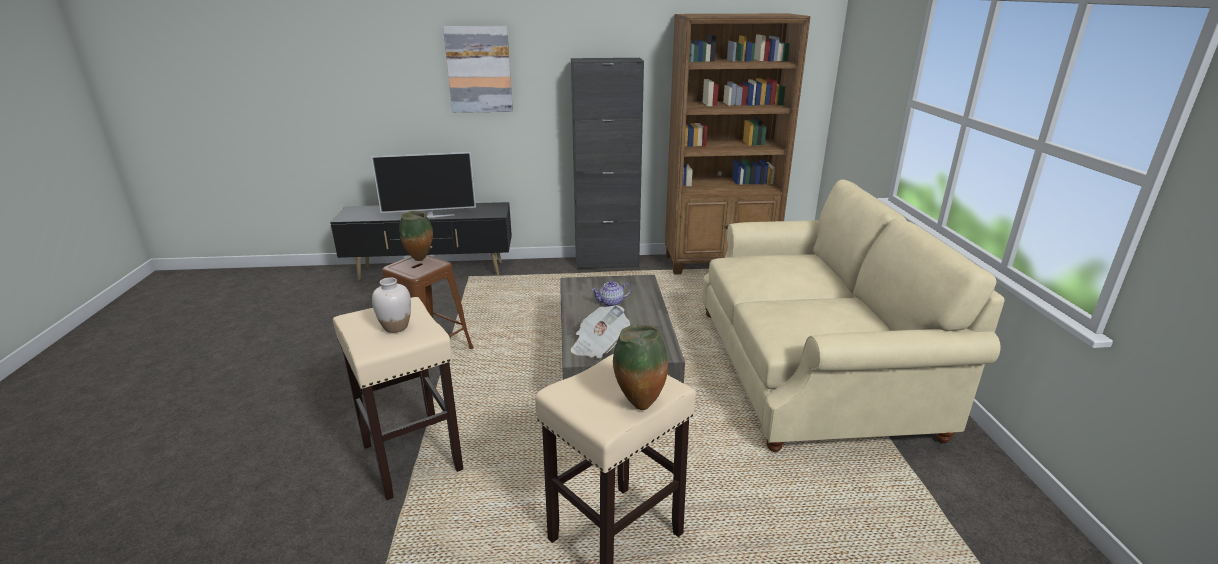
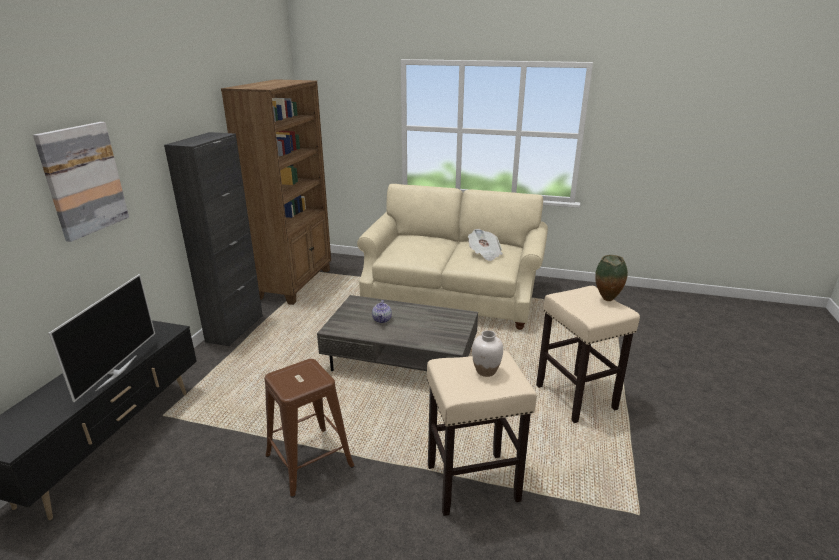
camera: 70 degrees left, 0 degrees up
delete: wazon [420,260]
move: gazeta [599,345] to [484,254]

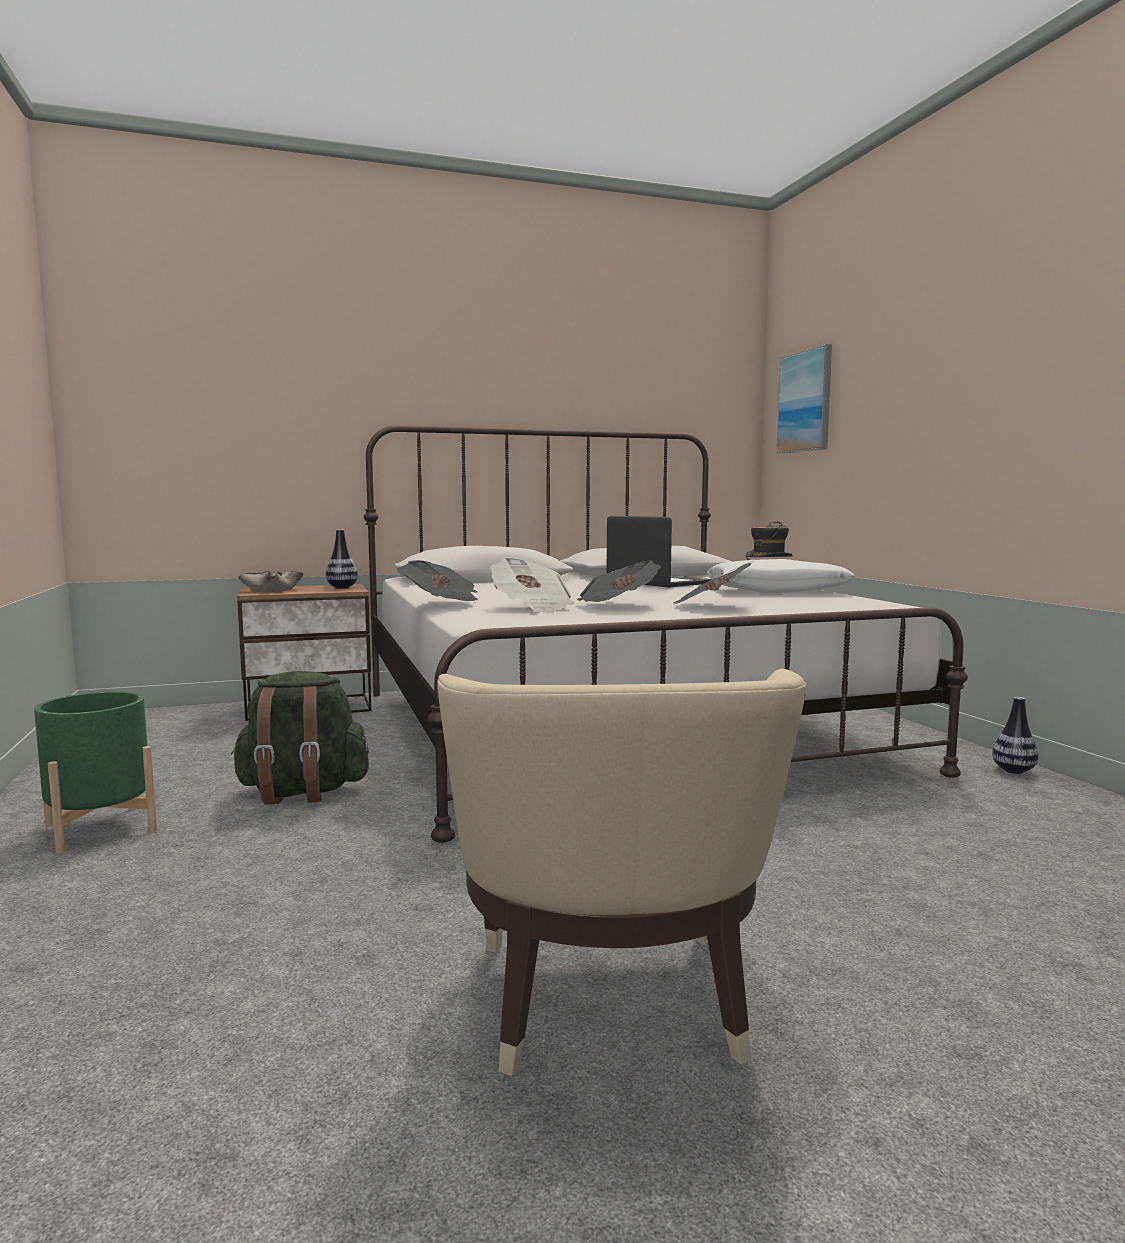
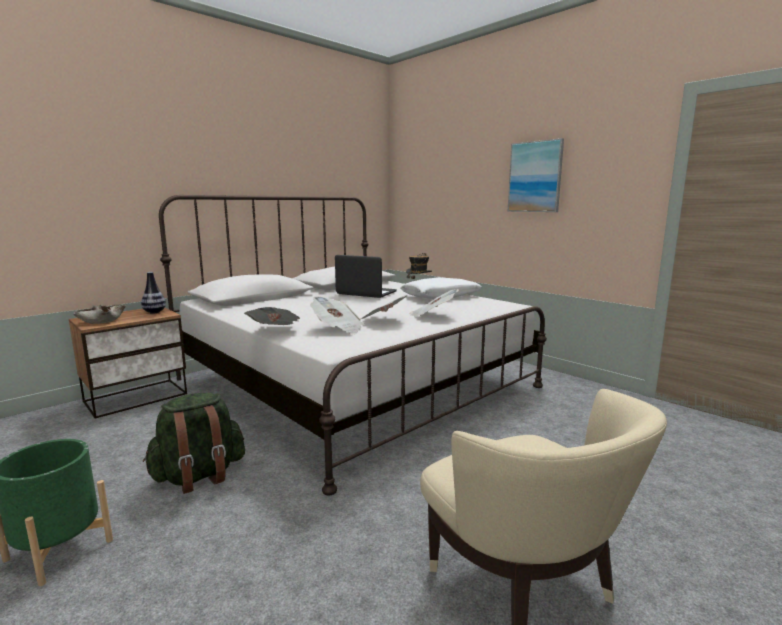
camera: 25 degrees left, 5 degrees up
delete: wazon [1013,771]
move: obraz [805,402] to [535,177]

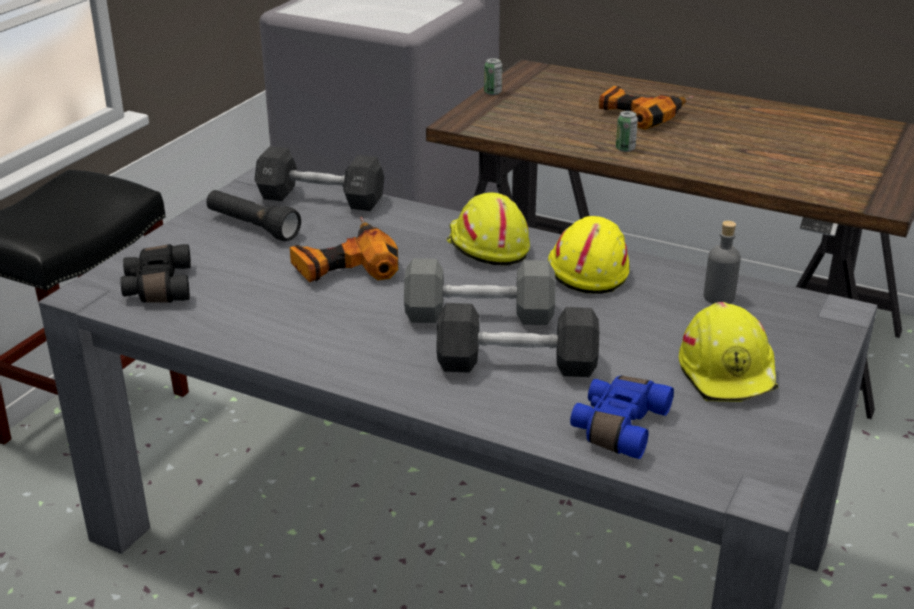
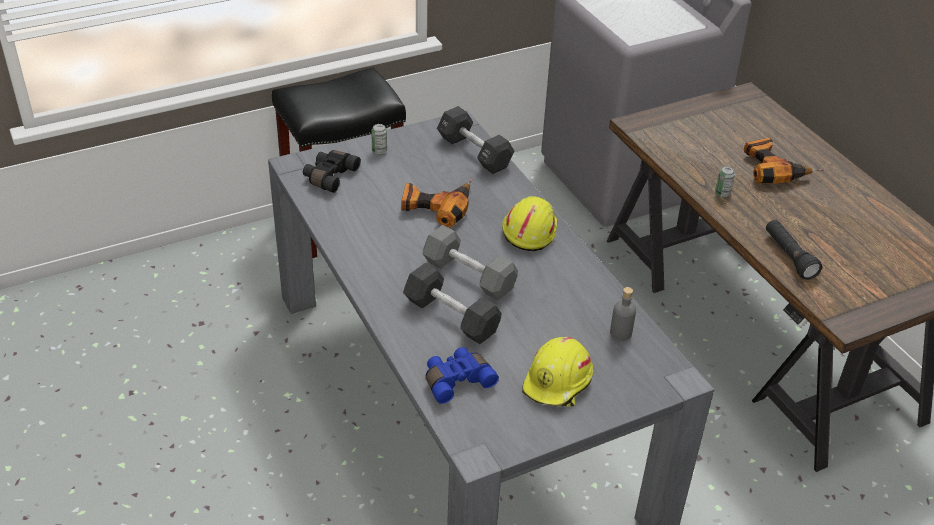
camera: 35 degrees right, 10 degrees up
delete: kask (żółty) [587,270]
move: latarka (czarny) [252,227] to [788,256]; puszka [492,92] to [379,151]

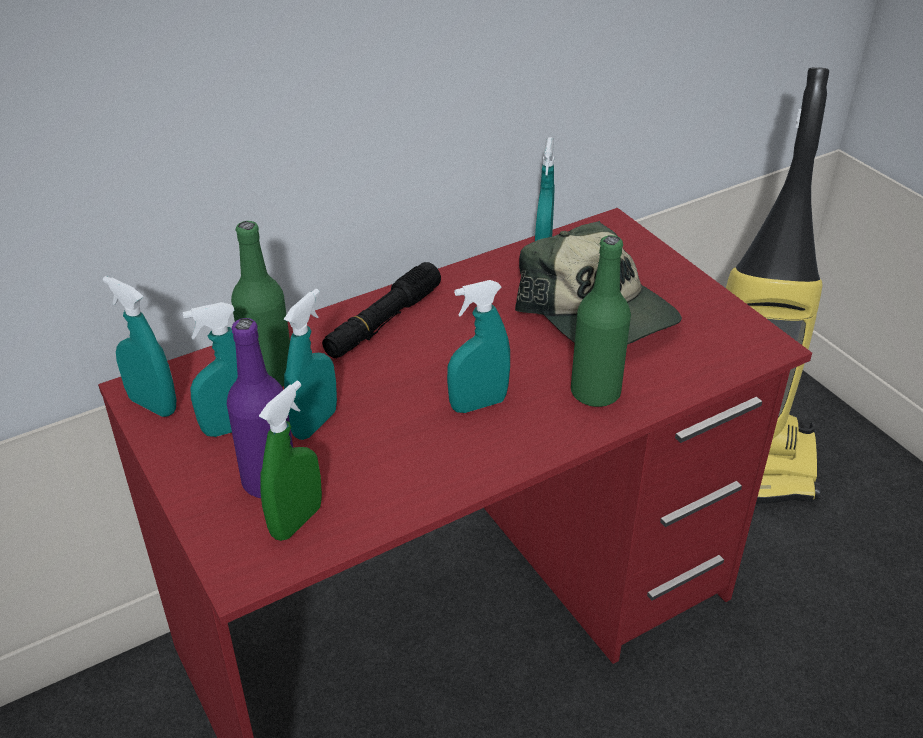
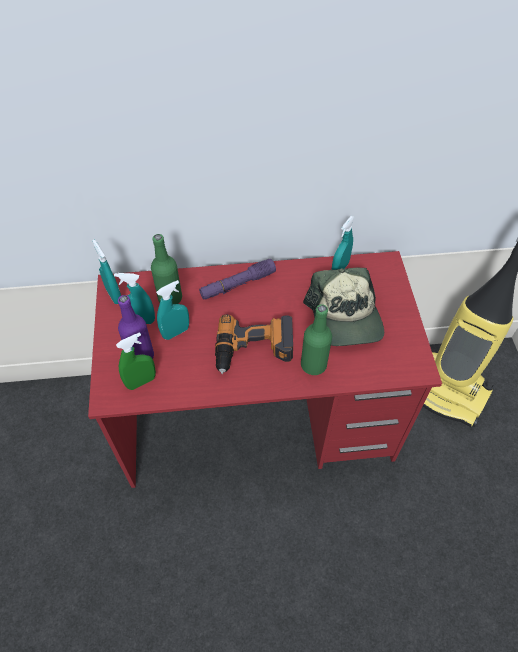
camera: 25 degrees right, 15 degrees up
replace: spryskiwacz (turkusowy) [478,404] to wiertarka [254,350]
recolor: latarka (czarny) [383,322] to latarka (fioletowy) [237,284]

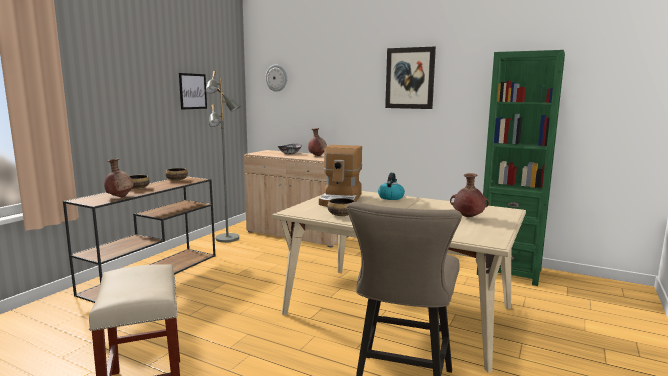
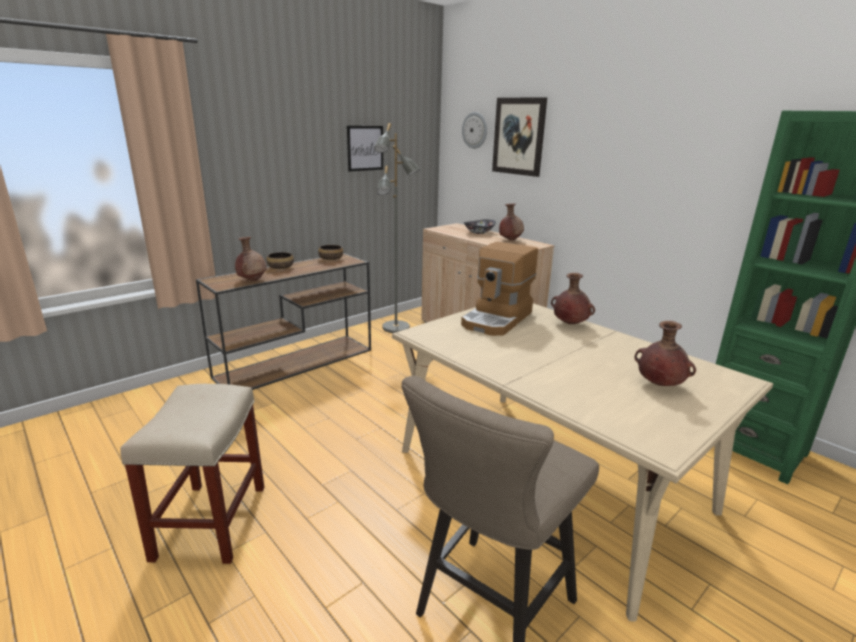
camera: 20 degrees right, 10 degrees up
delete: miska [341,215]
move: obraz [410,78] to [519,136]
replace: czajnik [390,197] to wazon (brązowy) [569,324]

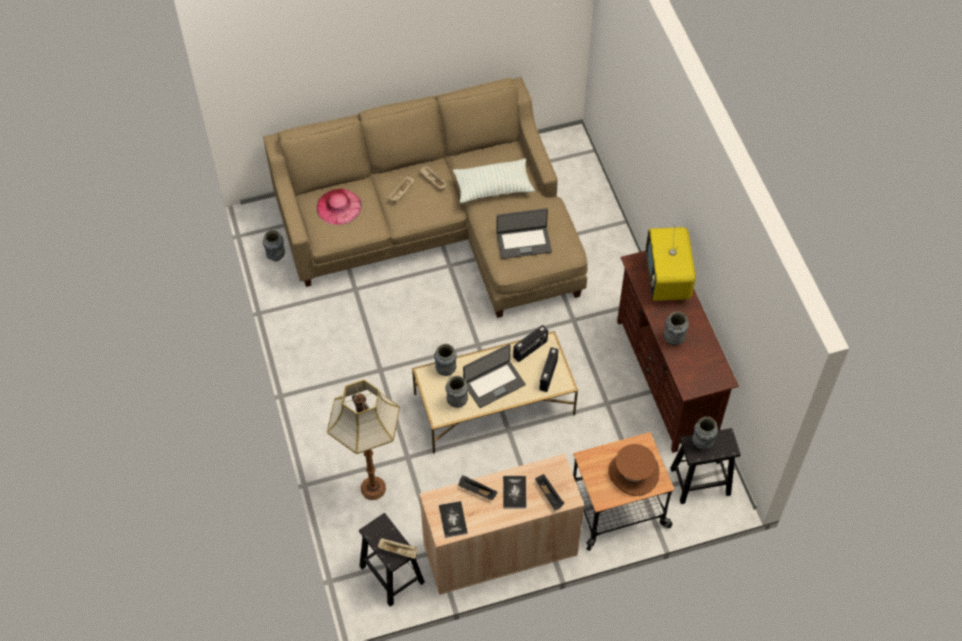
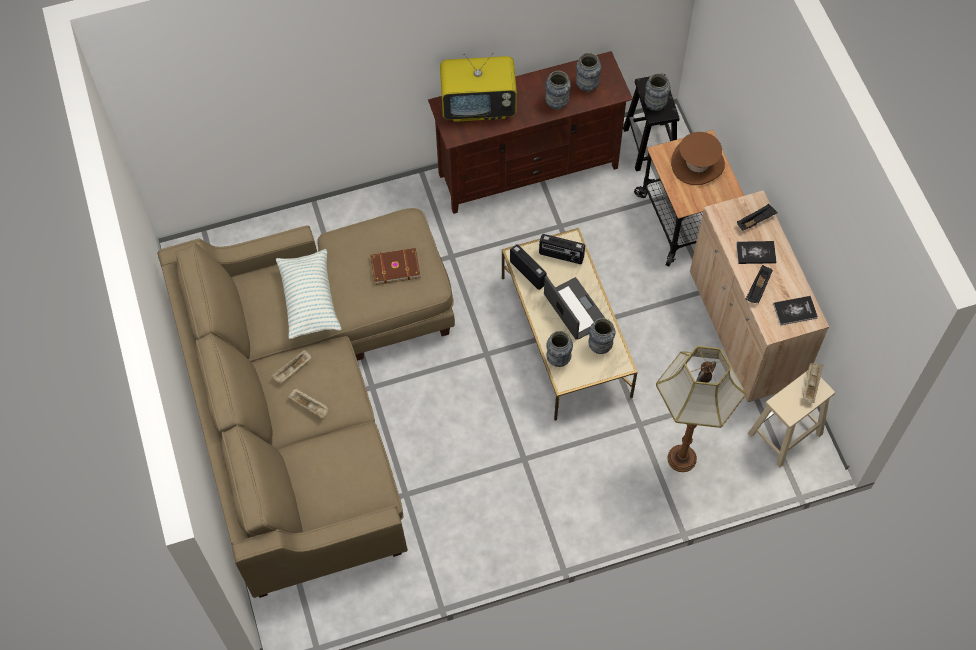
camera: 90 degrees left, 5 degrees up
delete: kapelusz (różowy) [339,206]
move: wazon [276,256] to [587,86]
replace: laptop [523,242] to książka (brązowy) [394,266]
recolor: stołek (czarny) [391,574] to stołek (beżowy) [784,435]

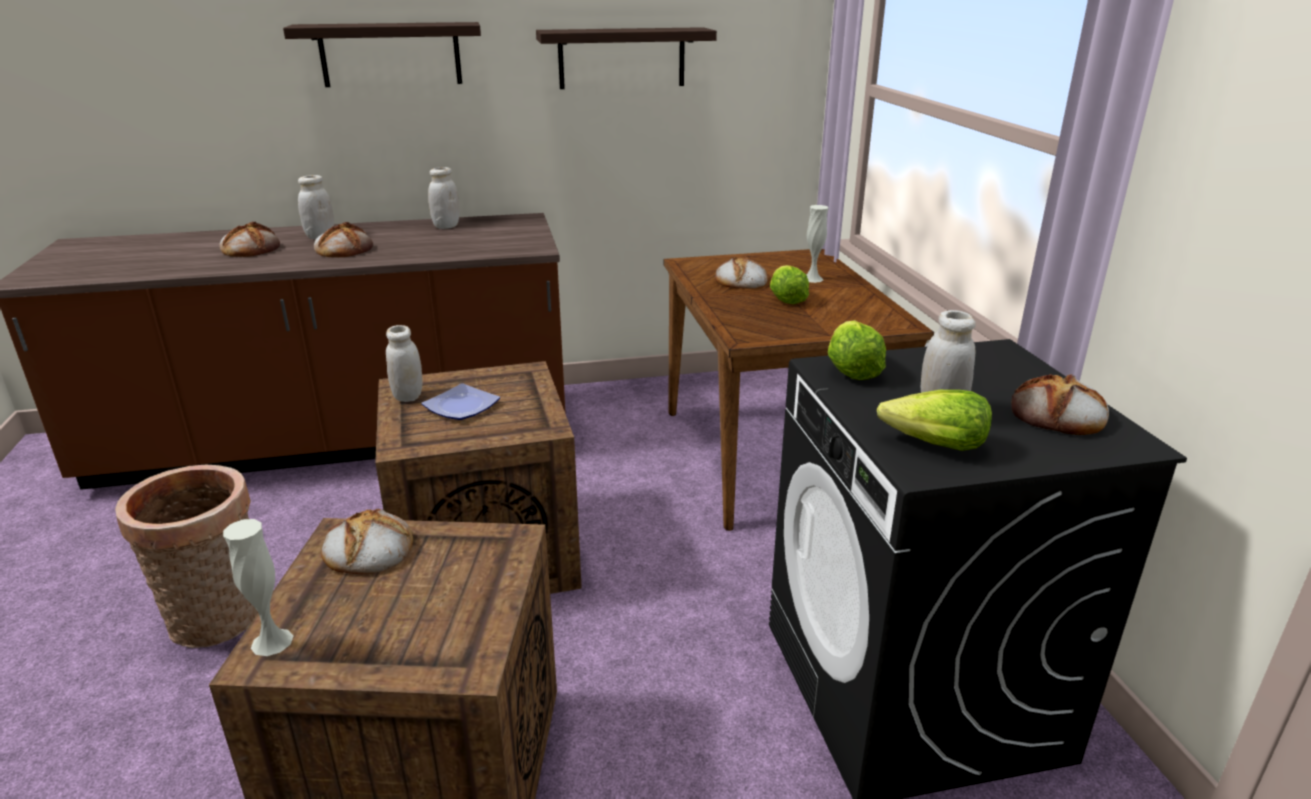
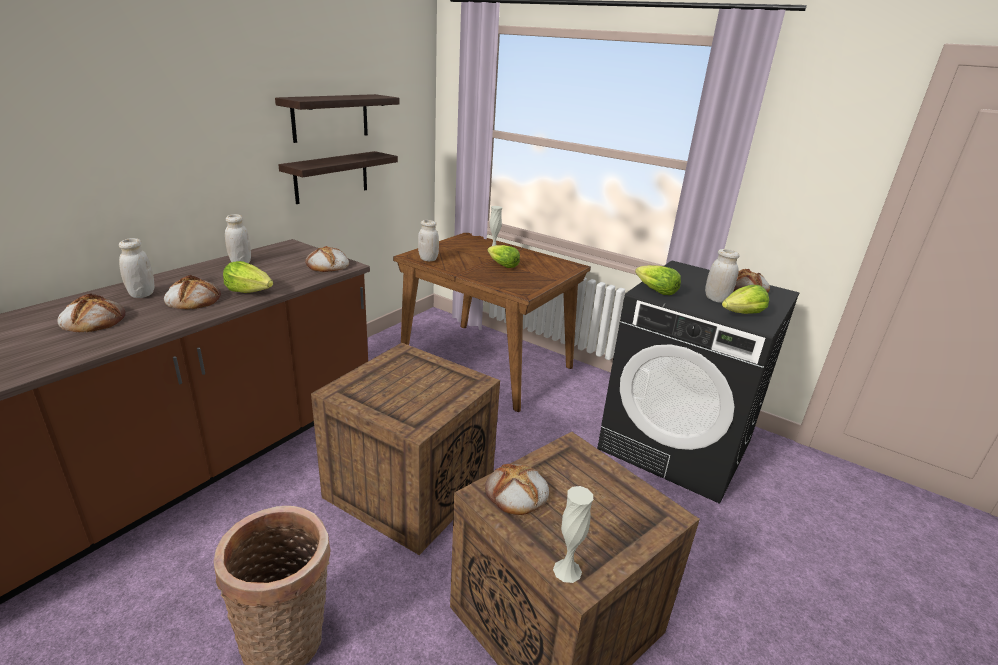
camera: 45 degrees left, 0 degrees up
delete: talerz [463,406]
insert: sałata [250,291]
move: półka [390,54] to [331,177]; słoik (biały) [408,396] to [428,259]; chleb [740,281] to [327,265]

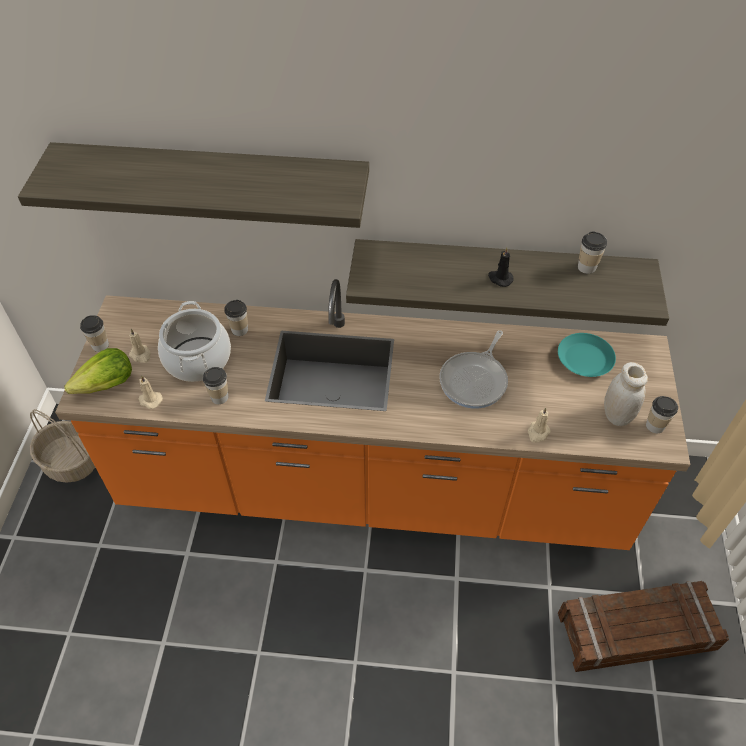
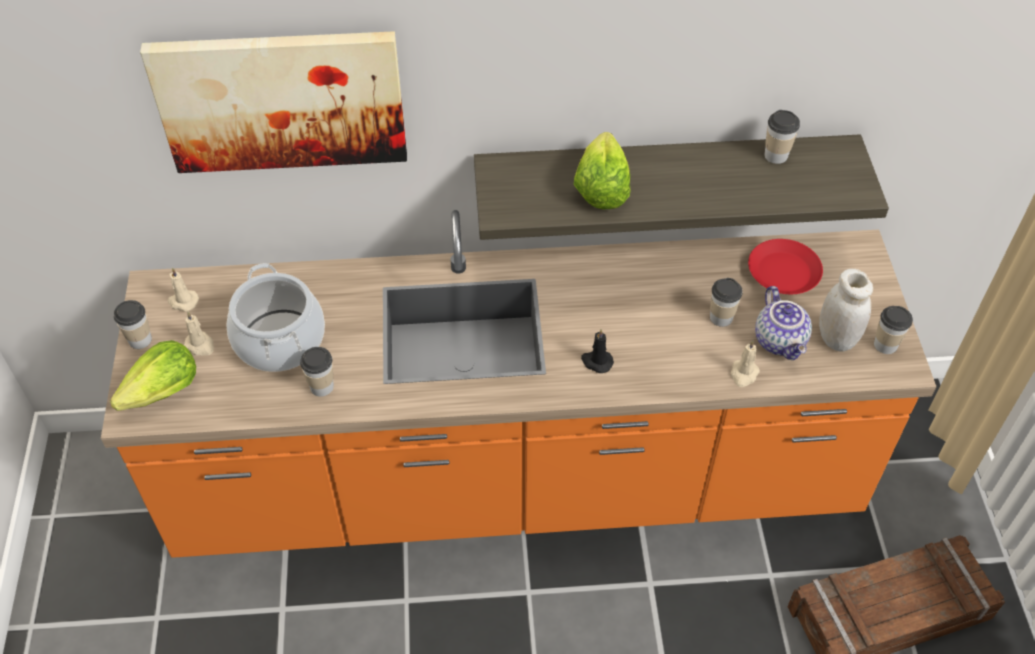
camera: 10 degrees left, 0 degrees up
delete: koszyk [72,462]; patelnia [475,380]
insert: sałata [601,188]; imbryk [781,341]
move: świeca (beżowy) [150,400] to [183,301]; filiżanka [239,330] to [721,317]; świeca (czarny) [500,278] to [596,361]
replace: półka [213,180] to obraz [282,100]
recolor: talerz (turkusowy) [585,359] to talerz (czerwony) [783,273]

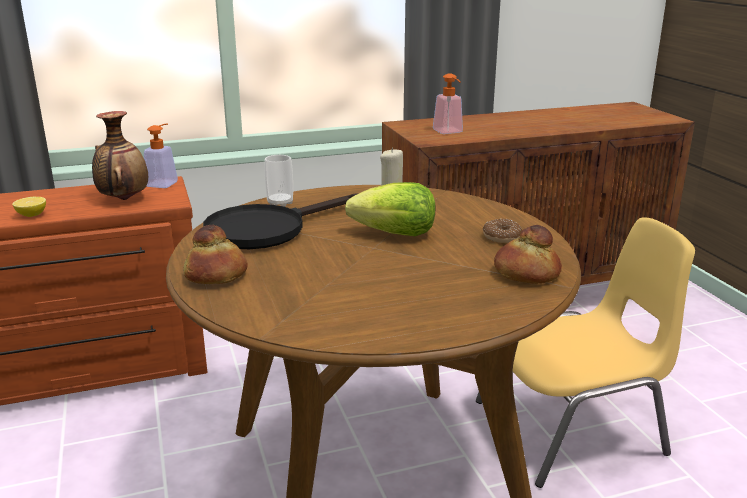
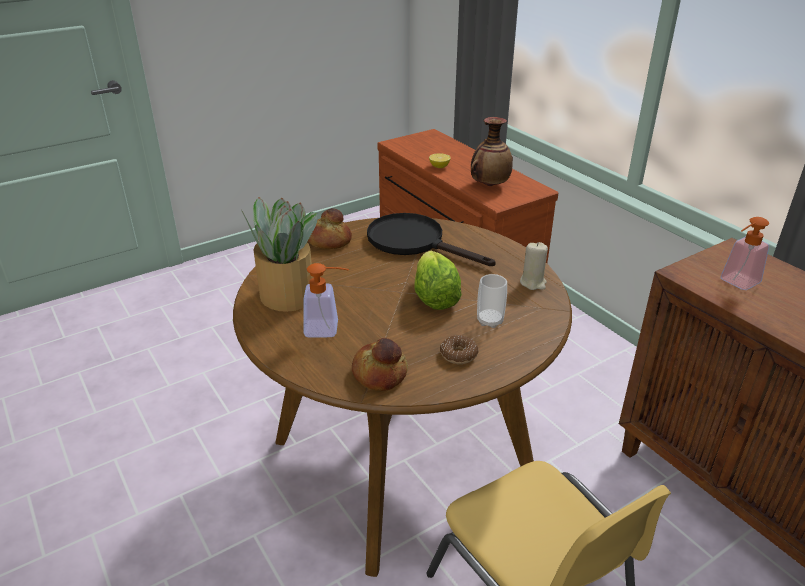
camera: 75 degrees right, 10 degrees up
insert: roślina doniczkowa [286,294]
move: dozownik mydła [164,182] to [328,329]; filiżanka [280,203] to [490,321]

